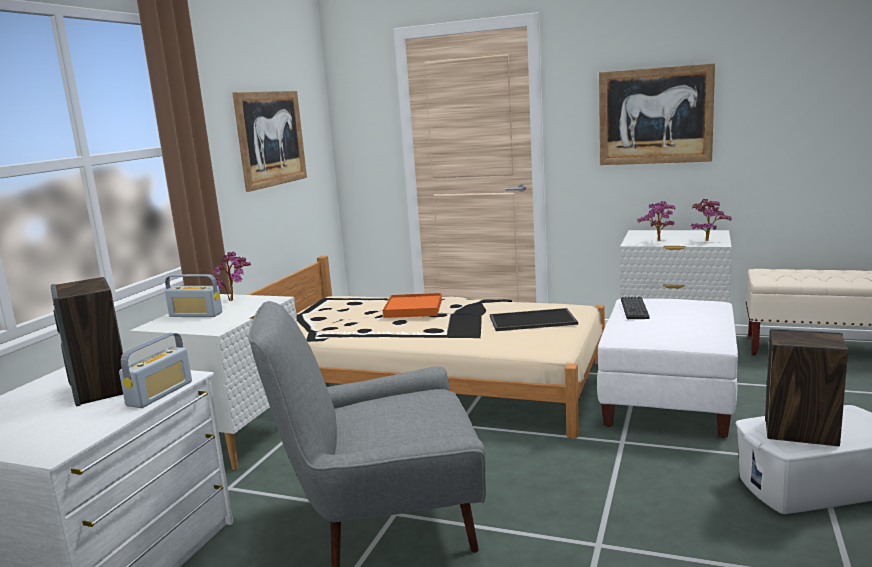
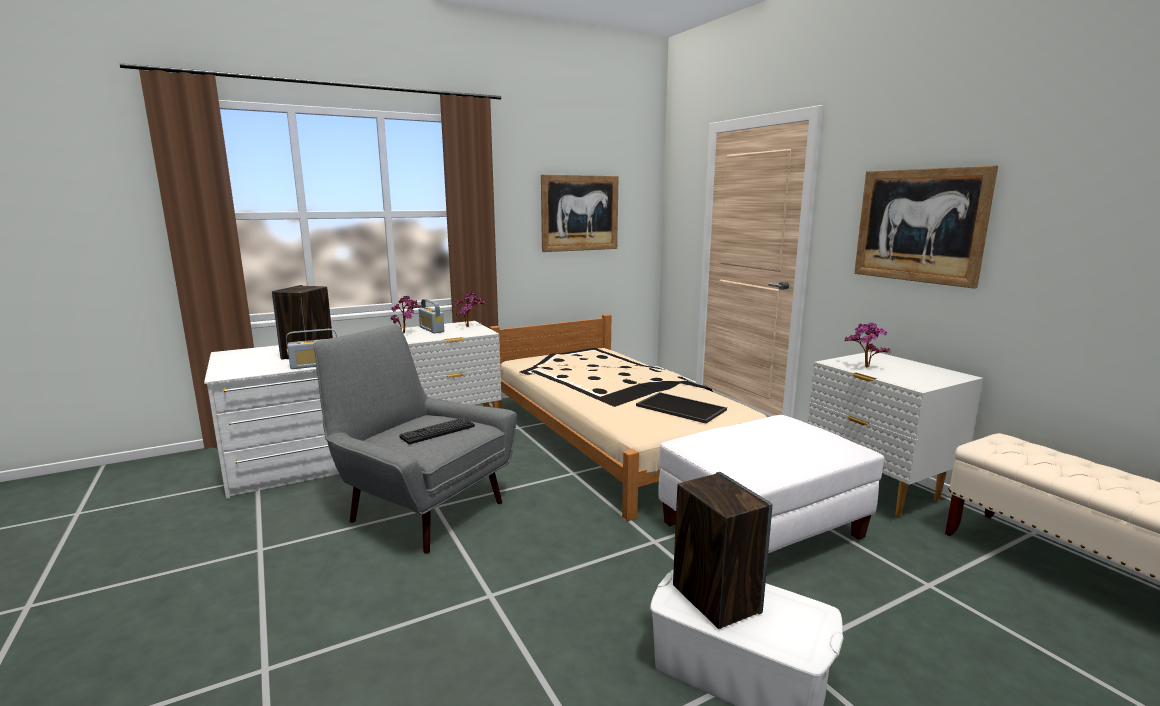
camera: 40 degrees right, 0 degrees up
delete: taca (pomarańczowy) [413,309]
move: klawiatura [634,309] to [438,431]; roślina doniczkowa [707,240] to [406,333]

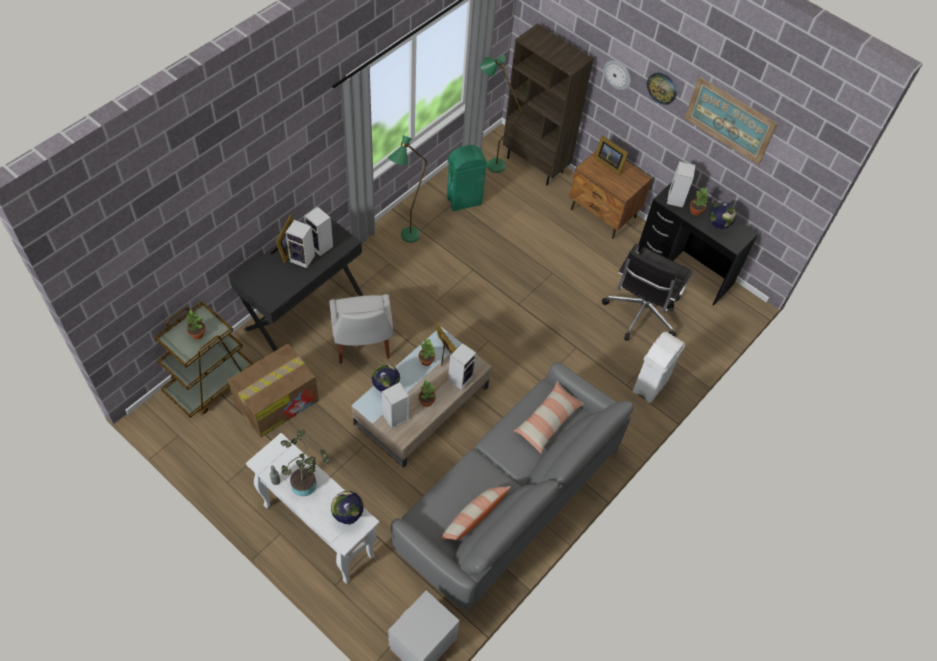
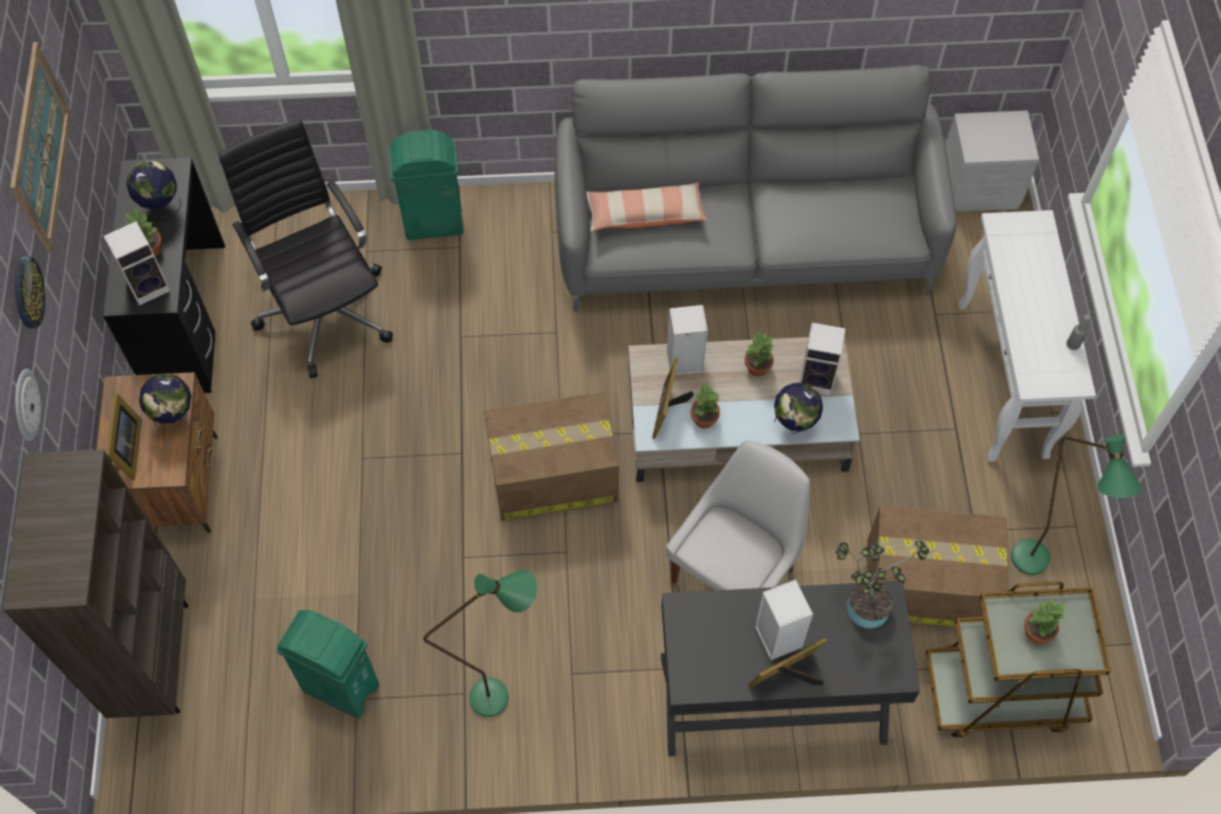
camera: 130 degrees left, 5 degrees up
delete: głośnik [321,246]; poduszka [473,518]
insert: karton [551,475]
move: roślina doniczkowa [307,484] to [863,605]; globus [348,517] to [175,417]; lampa stojąca (zielony) [490,163] to [1036,570]
recolor: kosz na śmieci (biały) [649,386] to kosz na śmieci (zielony) [435,224]
rotate: krzesło biurowe (czarny) [641,313] = [325,310] 105 degrees counterclockwise

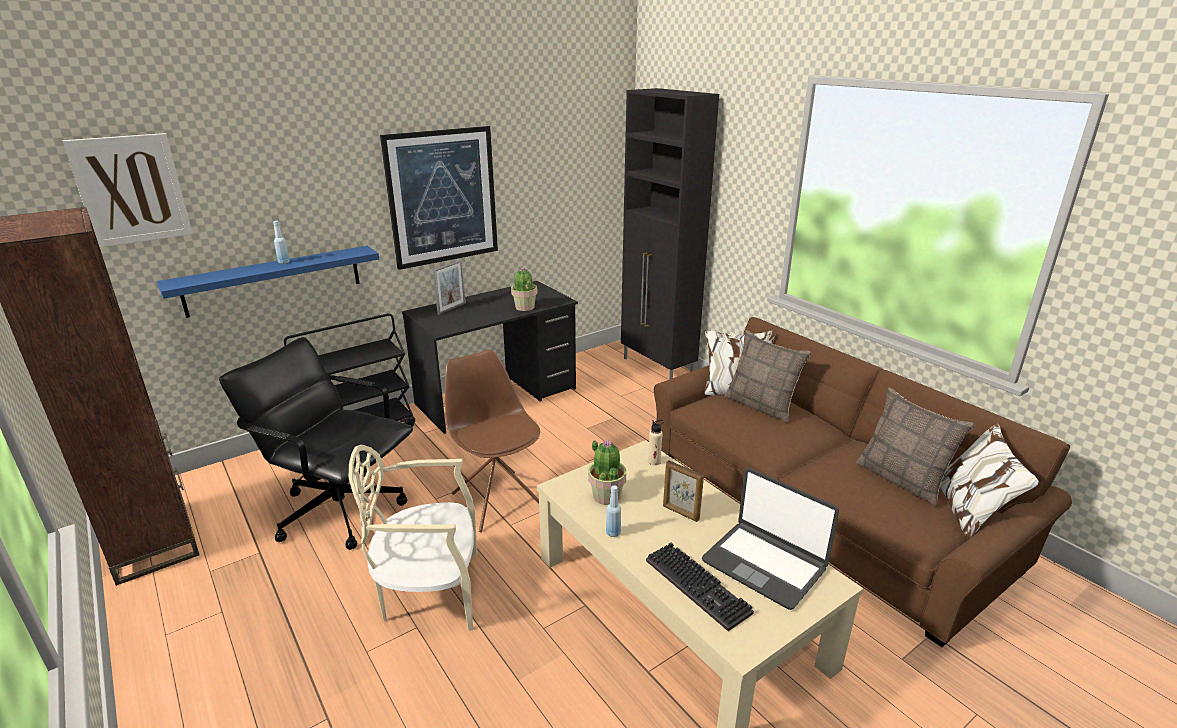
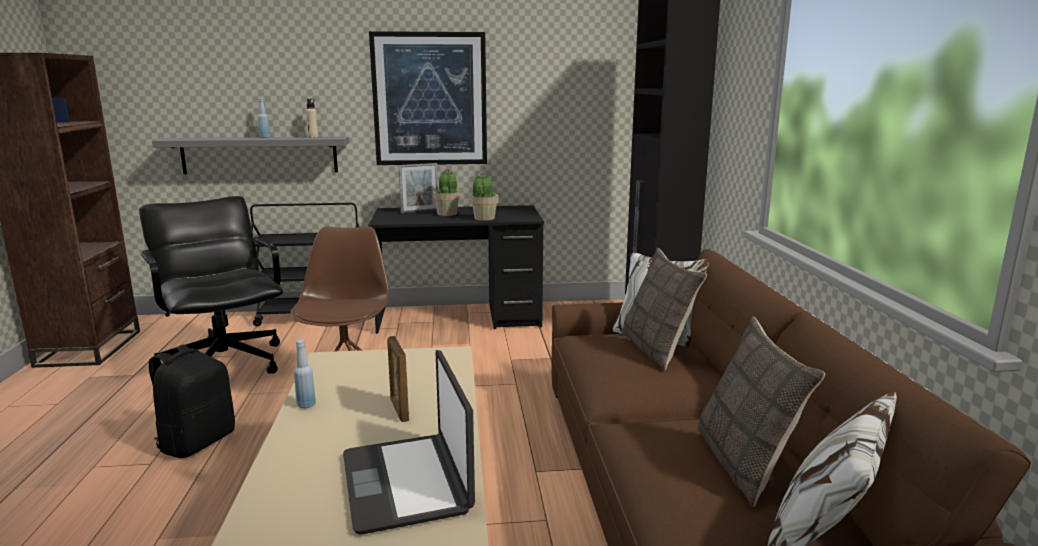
camera: 30 degrees right, 10 degrees down
delete: obraz [131,190]; klawiatura [700,586]
move: roślina doniczkowa [606,496] to [447,213]; butelka (beżowy) [654,461] to [313,137]
replace: krzesło (beżowy) [430,592] to plecak (czarny) [197,442]
recolor: półka (niebieski) [274,280] to półka (szary) [259,155]

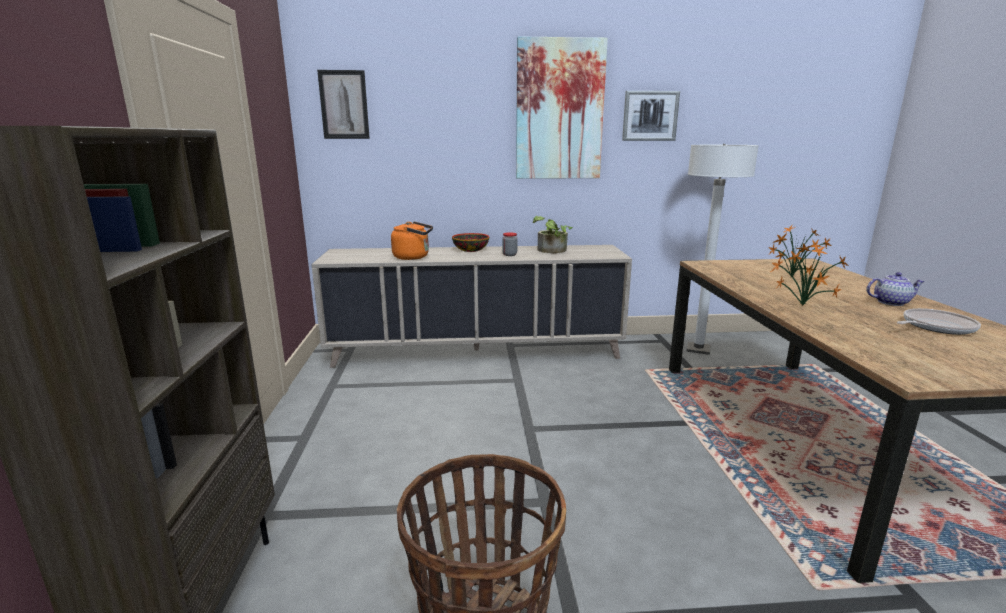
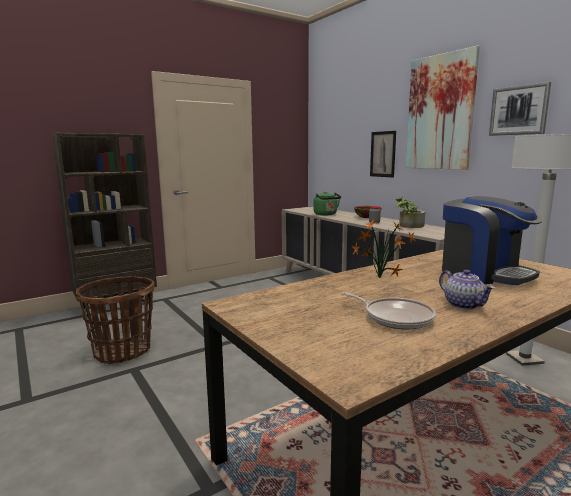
camera: 60 degrees right, 5 degrees down
move: obraz [344,105] to [383,154]
replace: roślina doniczkowa [790,277] to ekspres do kawy [483,273]
recolor: czajnik (pomarańczowy) [413,257] to czajnik (zielony) [326,214]

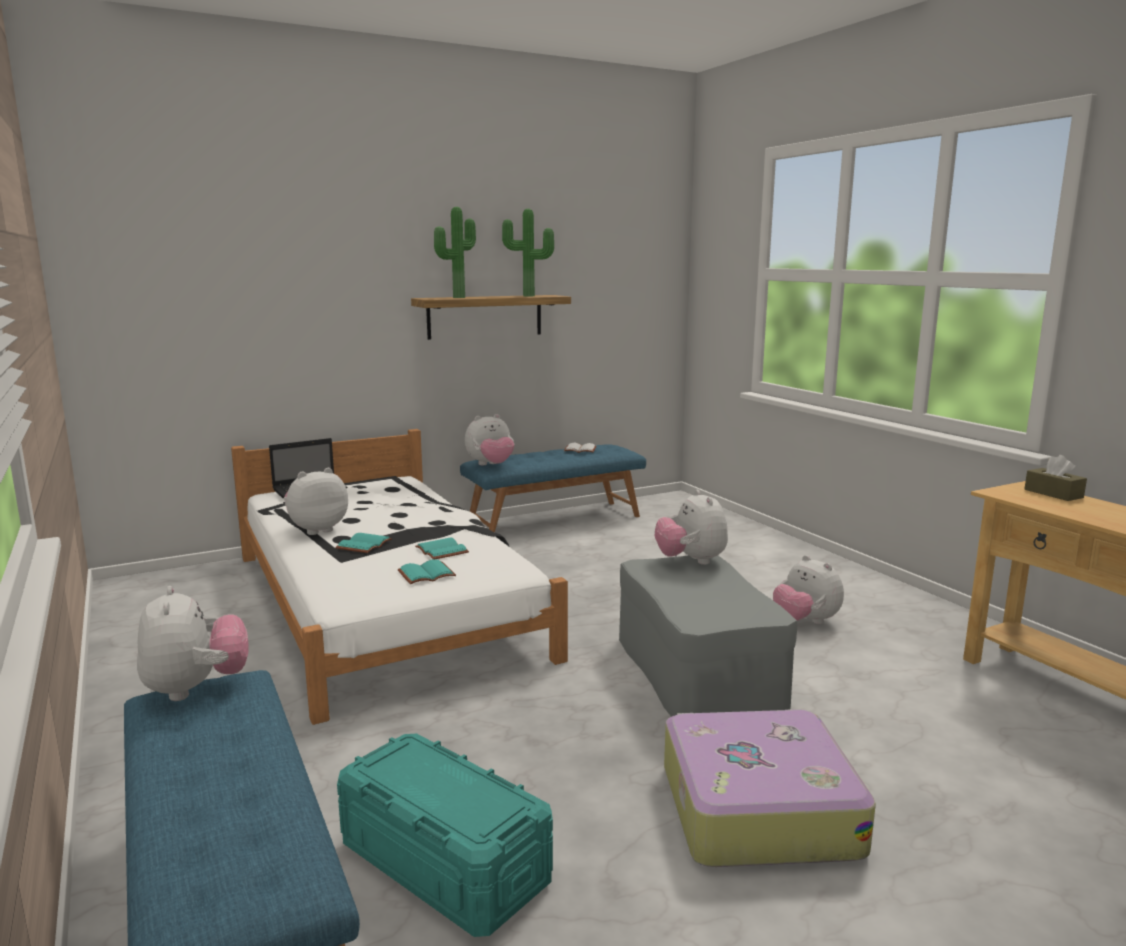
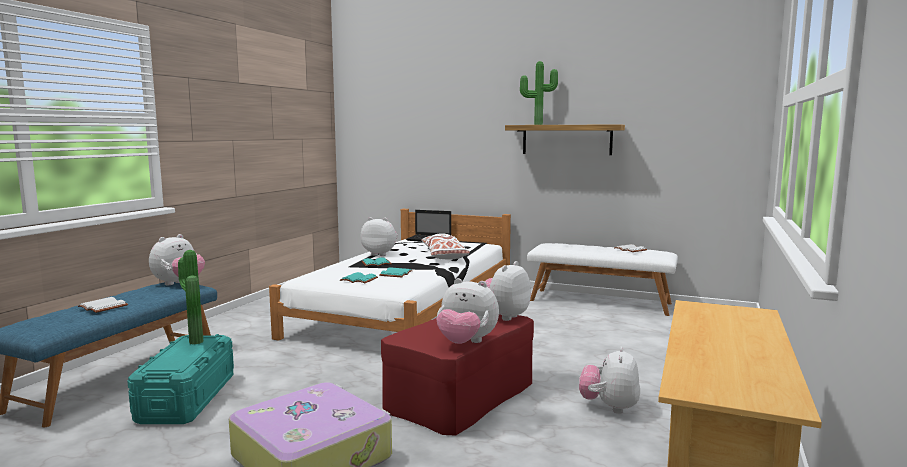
camera: 50 degrees right, 5 degrees down
delete: pudełko chusteczek (brązowy) [1053,493]
insert: książka (biały) [104,306]; poduszka (biały) [444,256]
move: pluszak [491,465] to [466,343]; roślina doniczkowa [528,296] to [193,342]
recolor: ławka (niebieski) [554,520] to ławka (biały) [600,301]; pufa (szary) [698,672] to pufa (czerwony) [460,396]

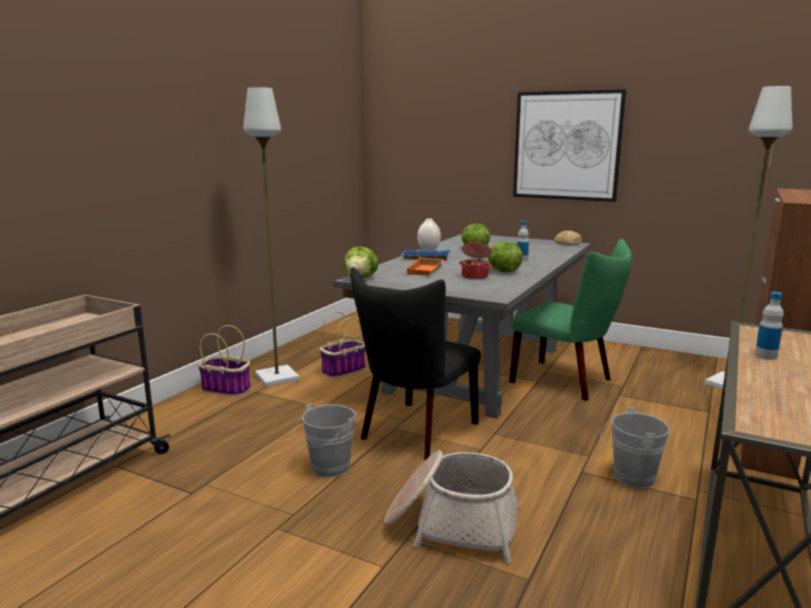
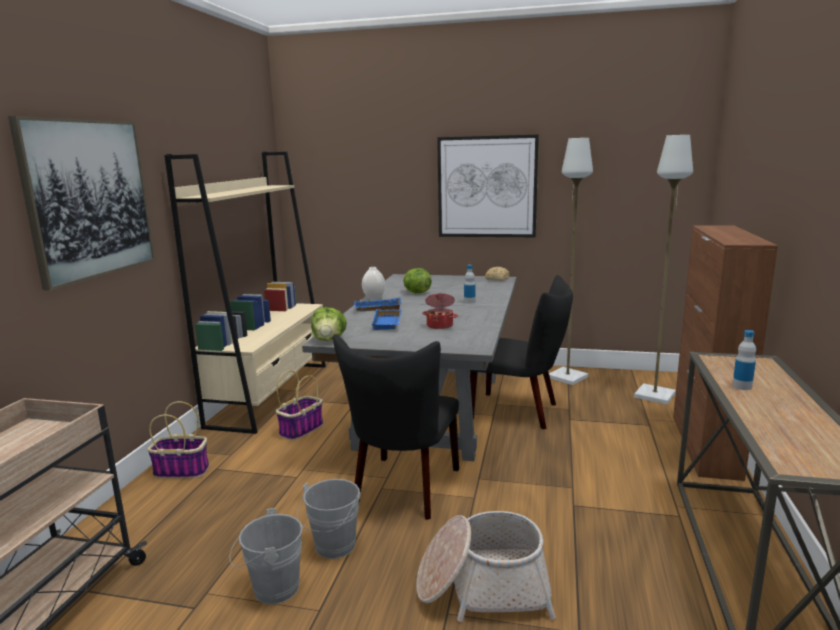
camera: 15 degrees left, 0 degrees up
delete: sałata [503,271]
insert: obraz [89,199]; regał (beżowy) [271,393]
move: lampa stojąca (szary) [276,377] to [566,377]; wiadro (szary) [629,477] to [271,589]
recolor: taca (pomarańczowy) [426,271] to taca (niebieski) [388,323]; krzesło (zielony) [567,381] to krzesło (czarny) [519,411]

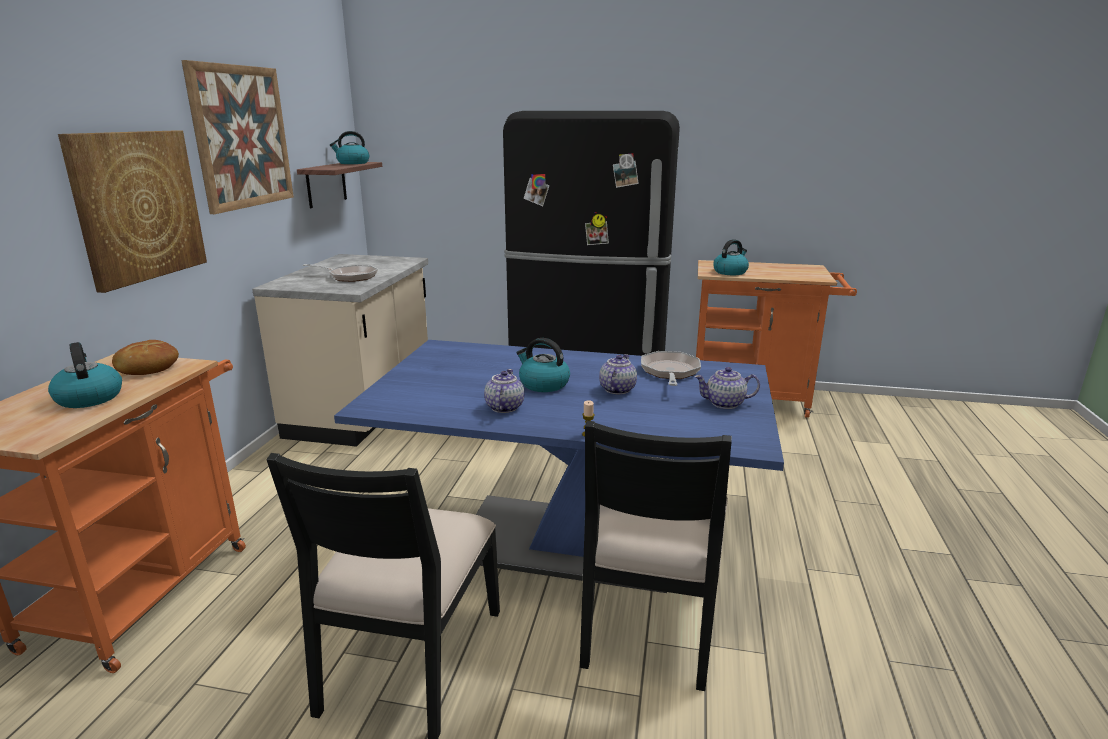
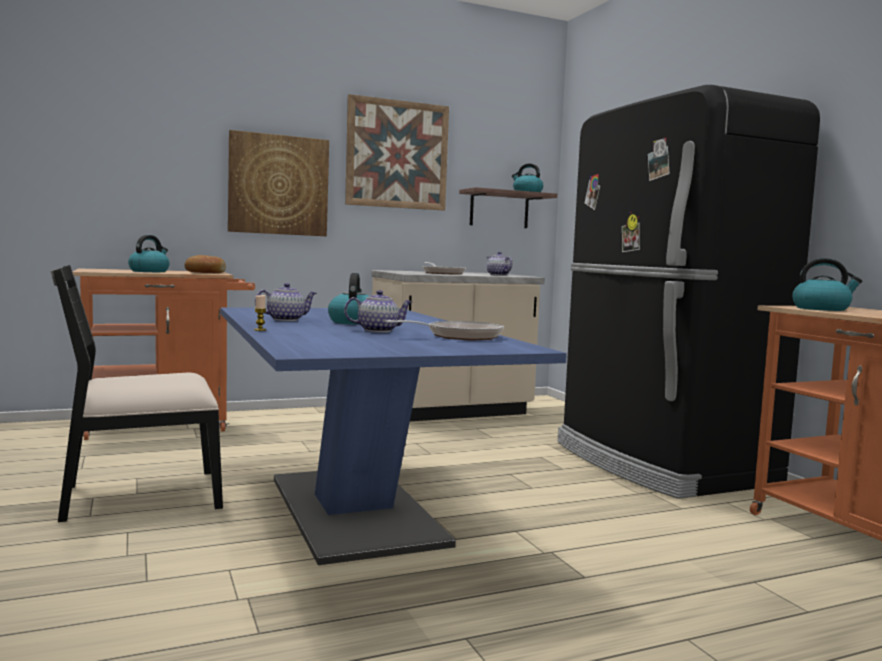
camera: 55 degrees right, 15 degrees down
delete: krzesło (czarny) [649,620]
move: imbryk [725,403] to [498,275]

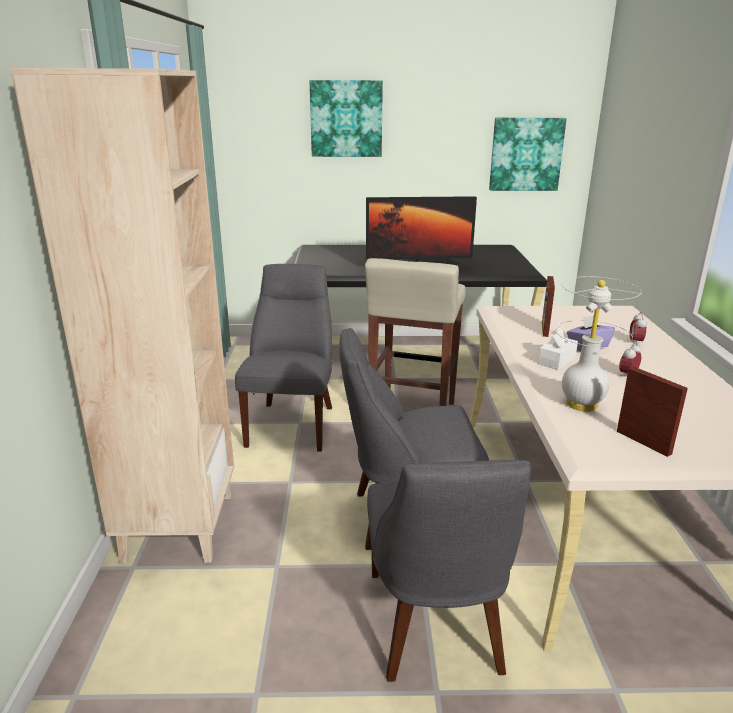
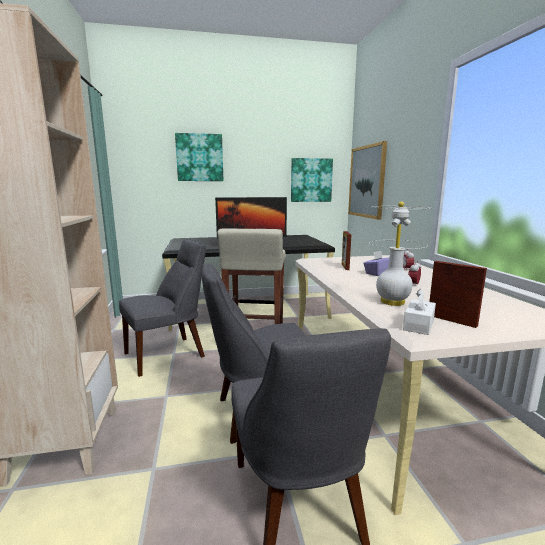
camera: 10 degrees left, 10 degrees down
insert: obraz [367,181]
move: pudełko chusteczek (biały) [556,360] to [418,325]
rotate: krzesło (szary) [293,423] = [168,354] 60 degrees clockwise

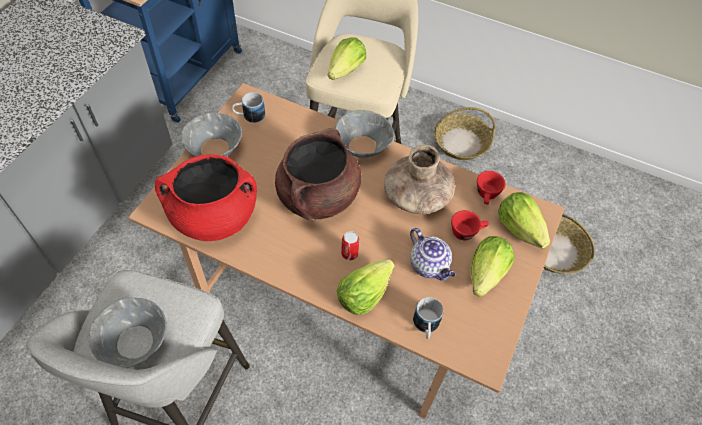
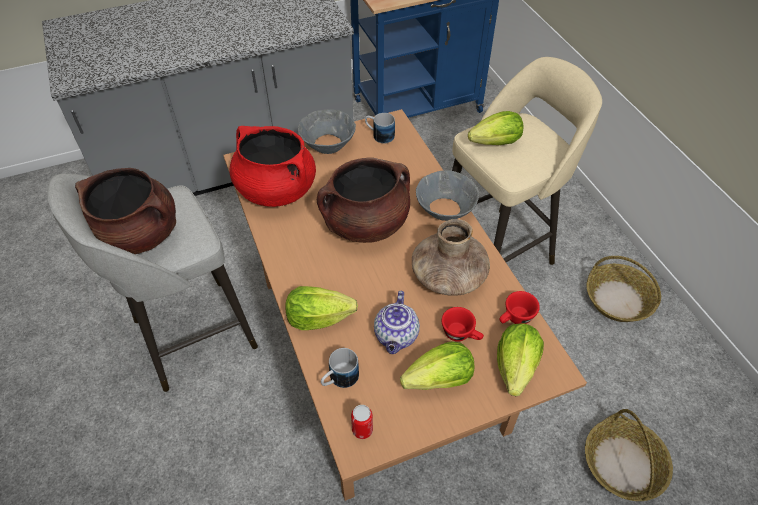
camera: 45 degrees right, 5 degrees down
move: puszka [349,253] to [362,430]
replace: miska (szary) [135,342] to garnek (brązowy) [138,235]

